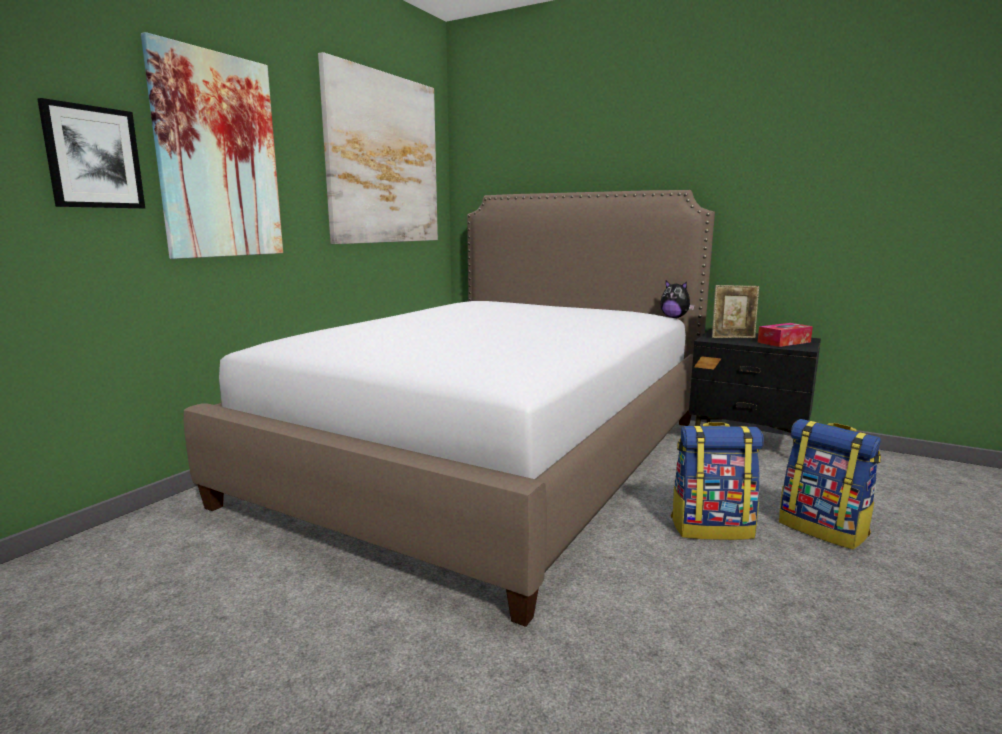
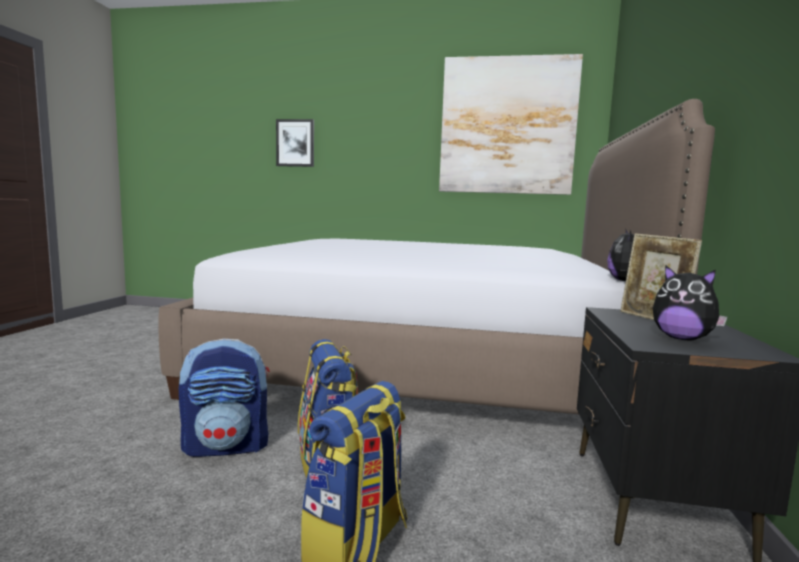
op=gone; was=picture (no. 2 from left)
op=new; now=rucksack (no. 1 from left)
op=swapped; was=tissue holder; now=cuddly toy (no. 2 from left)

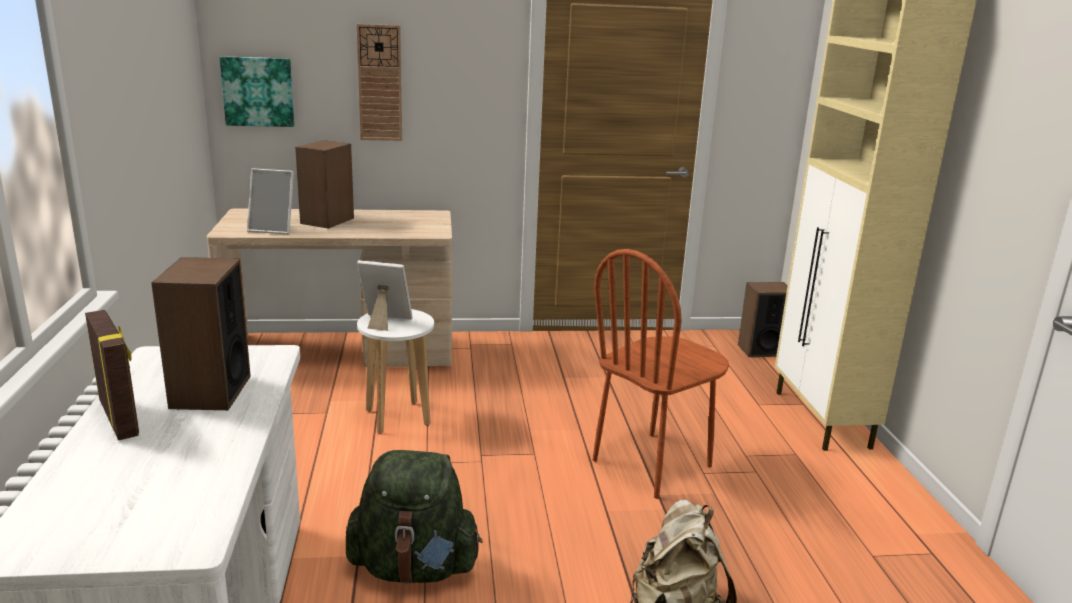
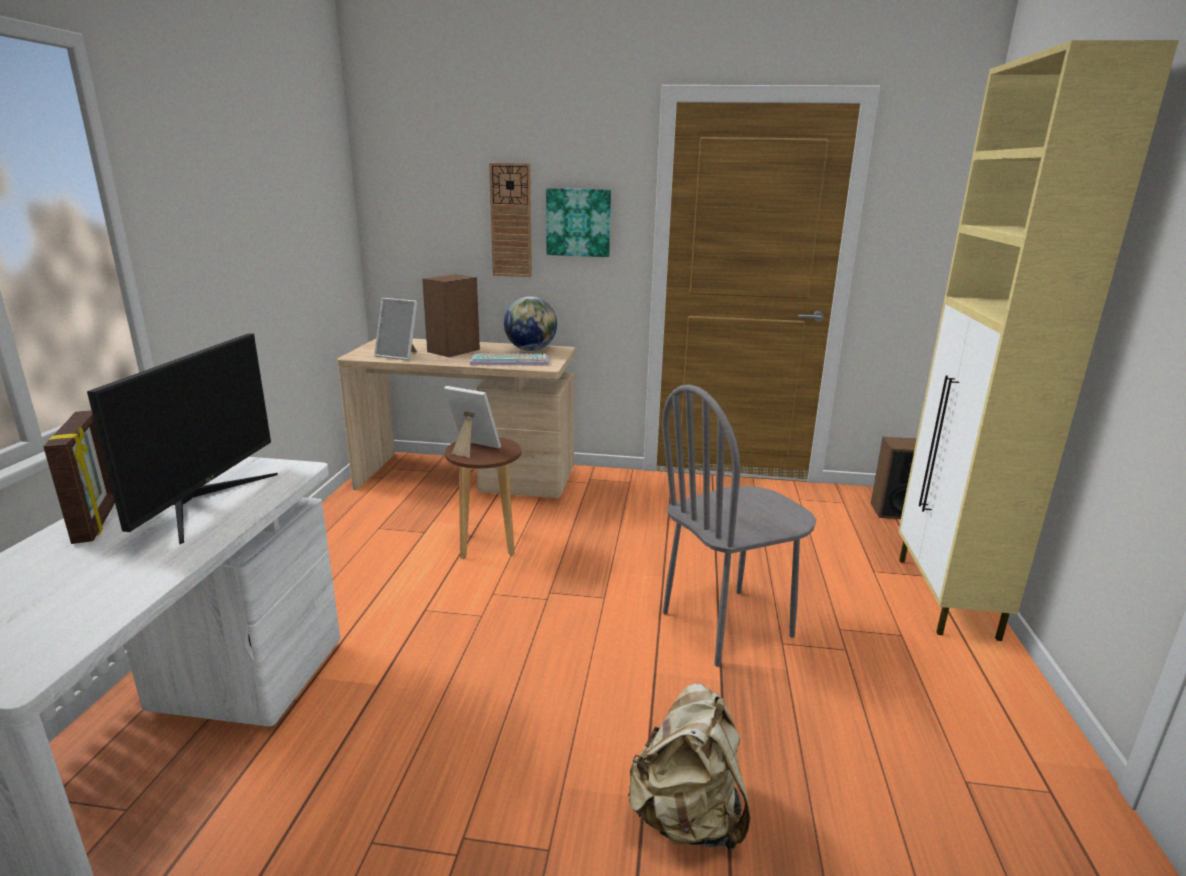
op=gone; was=greenish rucksack
op=new; now=PC keyboard
op=new; now=desk globe
op=shifted; was=picture
op=swapped; was=audio speaker (no. 1 from left); now=monitor
op=repainted; was=white-coloured stool; now=brown-coloured stool
op=repainted; was=brown-coloured plain chair; now=greyish plain chair

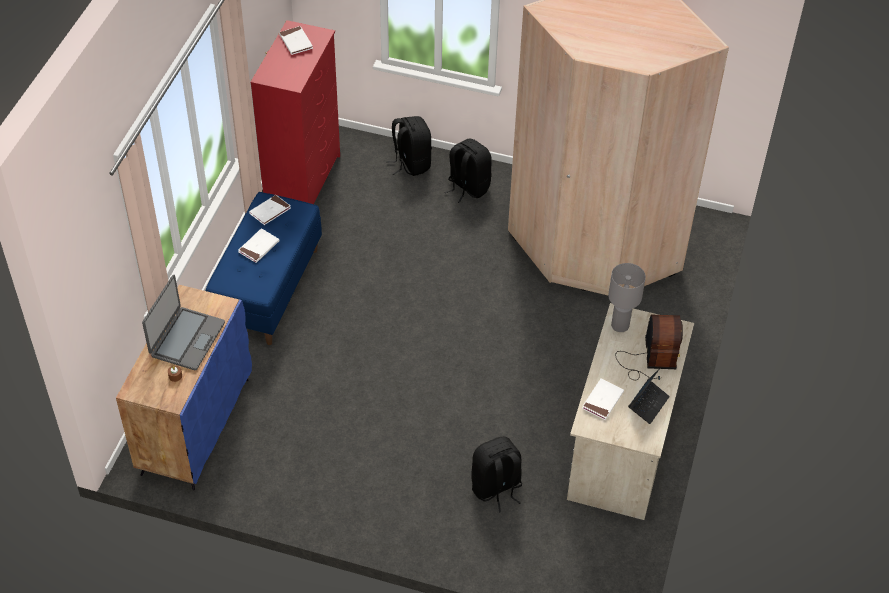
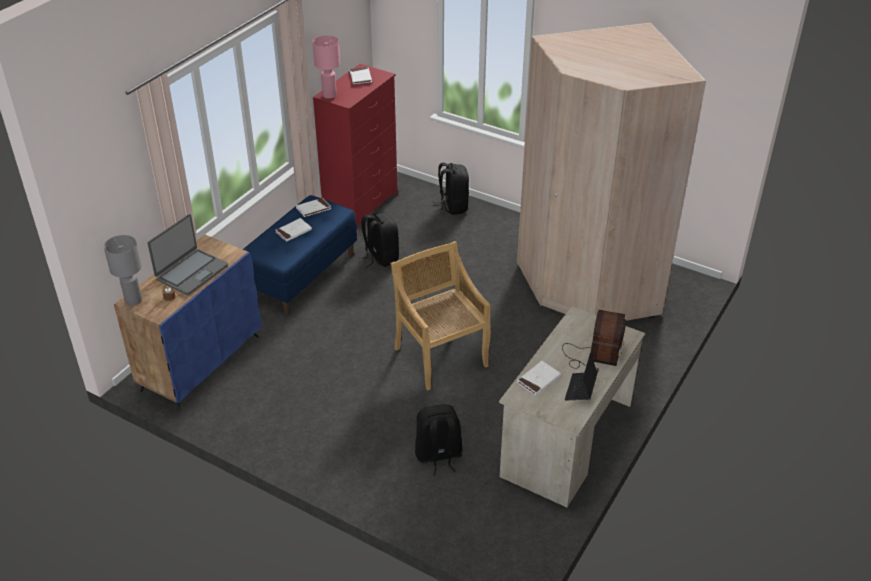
op=new; now=pink-coloured tabletop lamp
op=new; now=beige plain chair
op=shifted; was=black-coloured rucksack (no. 2 from left in the first image); now=black-coloured rucksack (no. 1 from left)
op=shifted; was=greyish tabletop lamp
op=rotated; was=notebook computer (no. 2 from left); clockwise=150

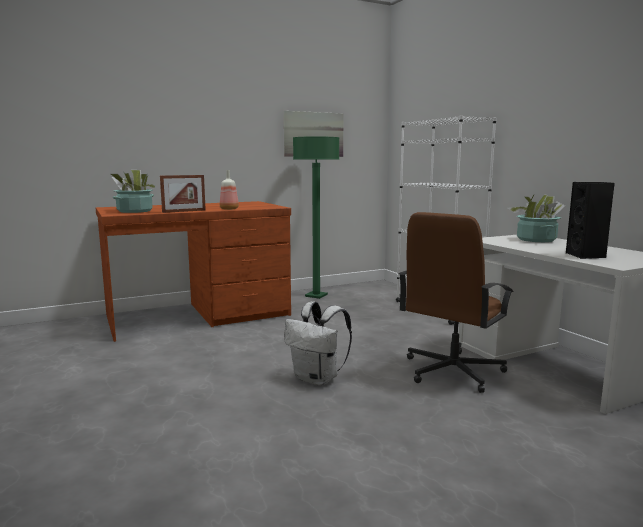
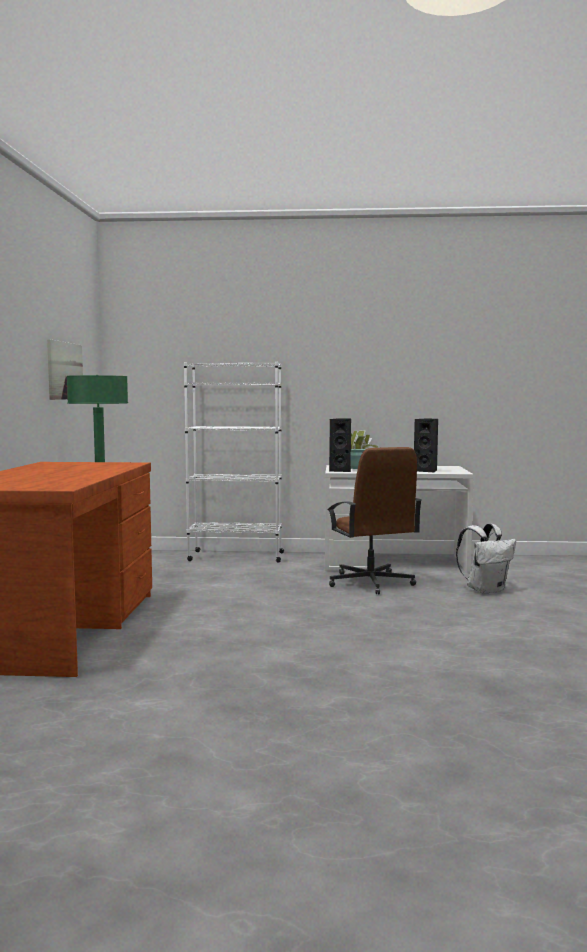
op=gone; was=houseplant (no. 1 from left)
op=gone; was=standing frame
op=gone; was=drink bottle
op=new; now=black-coloured audio speaker (no. 1 from left)
op=shifted; was=white-coloured rucksack

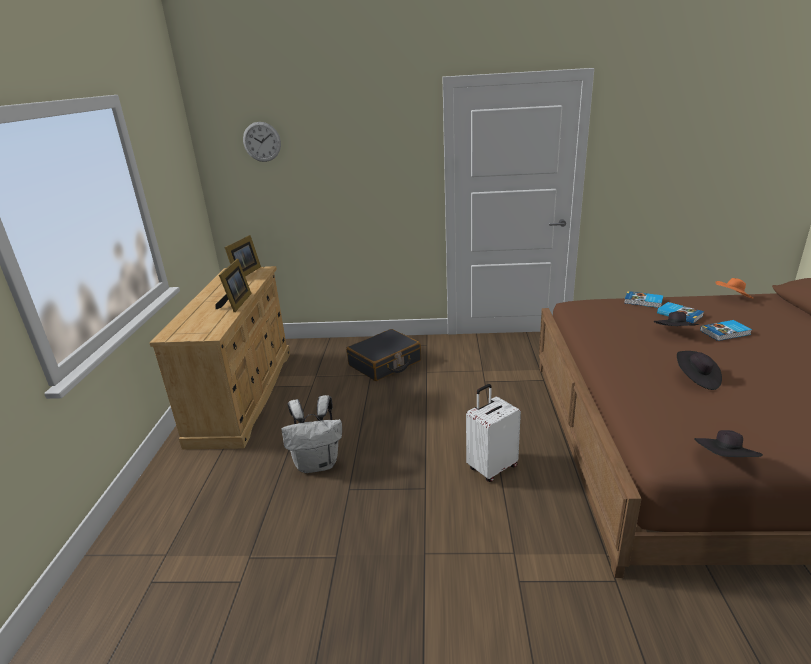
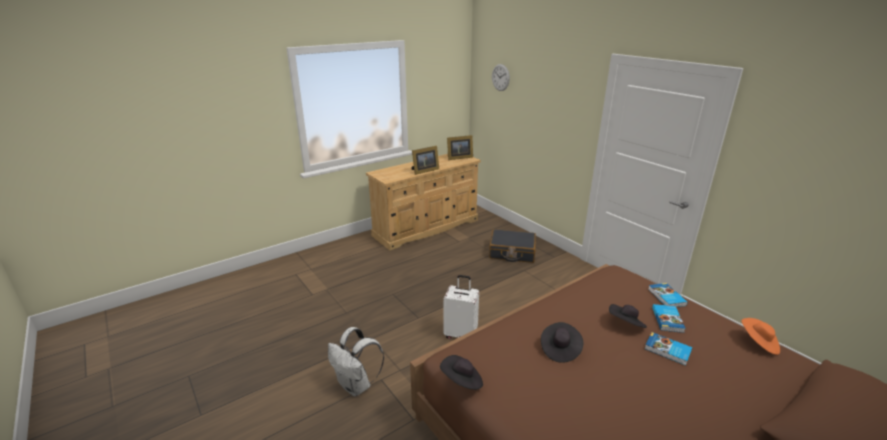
op=shifted; was=white-coloured rucksack

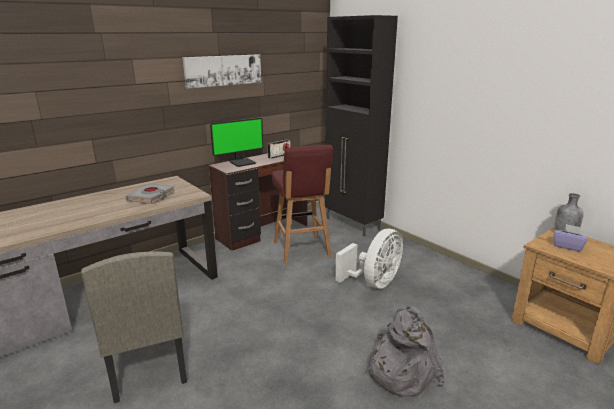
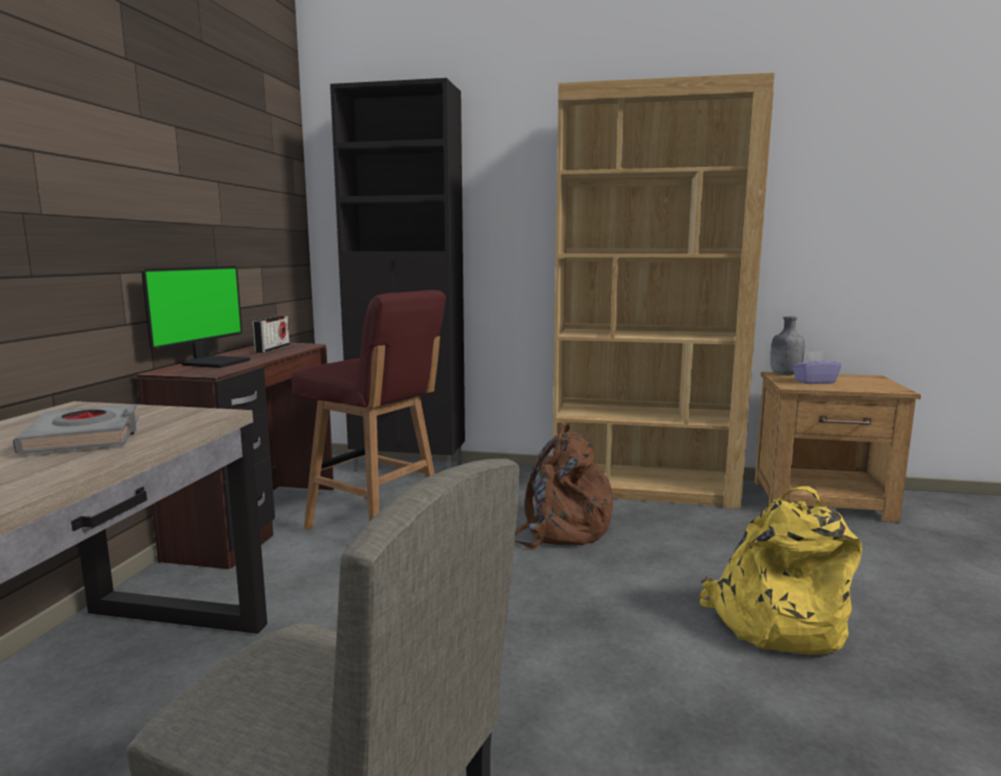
op=gone; was=picture
op=new; now=brown-coloured bookcase
op=swapped; was=white-coloured electric fan; now=brown-coloured rucksack
op=repainted; was=greyish rucksack; now=yellow-coloured rucksack

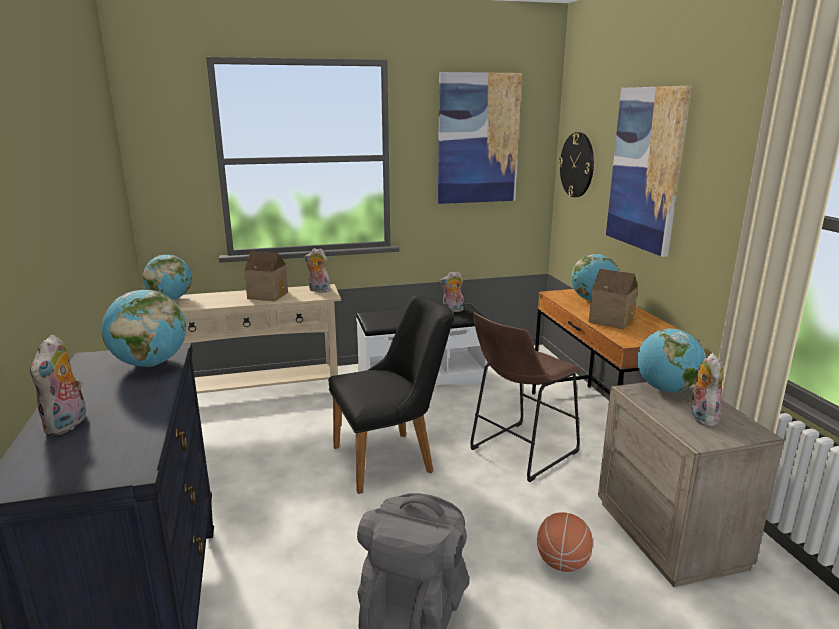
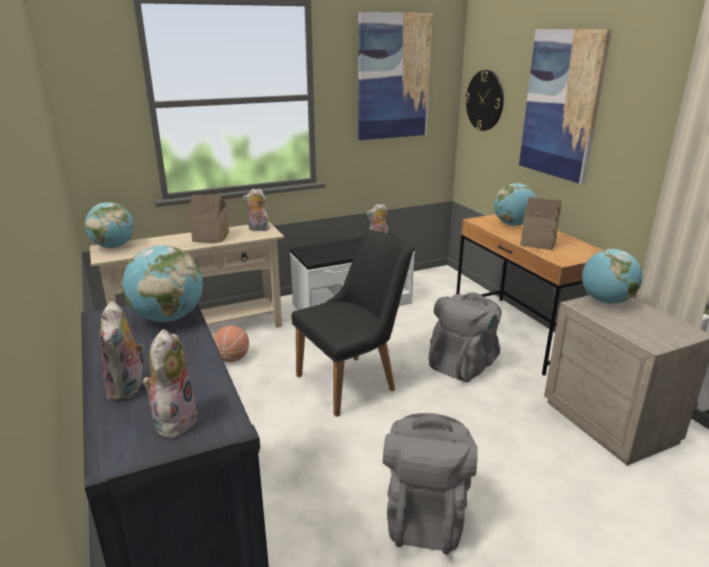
op=shifted; was=basketball
op=shifted; was=cuddly toy (no. 4 from left in the first image); now=cuddly toy (no. 2 from left)
op=swapped; was=brown-coloured stool; now=greyish rucksack (no. 2 from left)

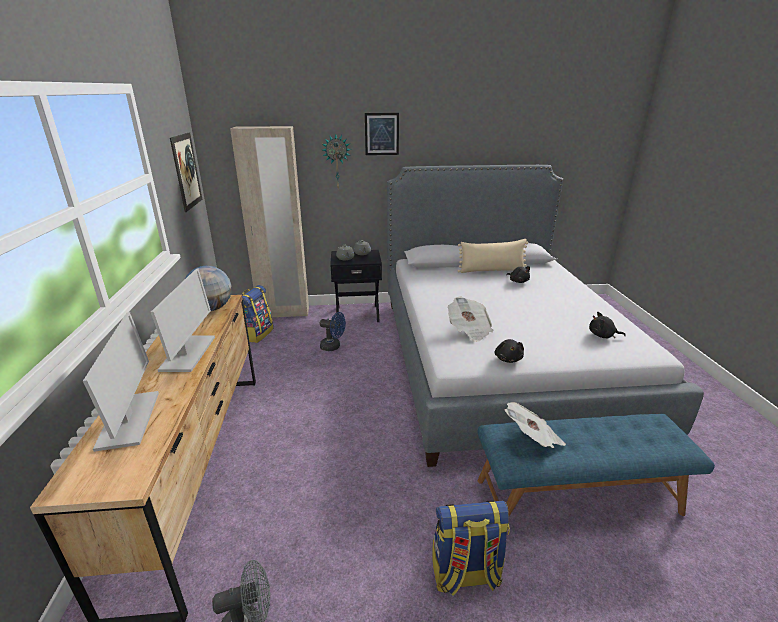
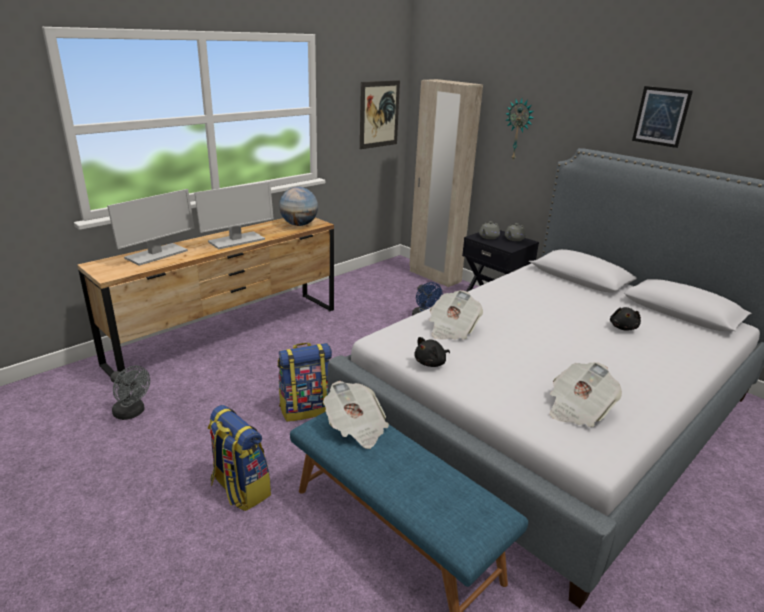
op=gone; was=beige throw pillow
op=shifted; was=rucksack (no. 1 from left in the first image); now=rucksack (no. 2 from left)
op=shifted; was=picture (no. 2 from left)
op=swapped; was=black-coloured cuddly toy (no. 3 from left); now=printed paper (no. 3 from left)

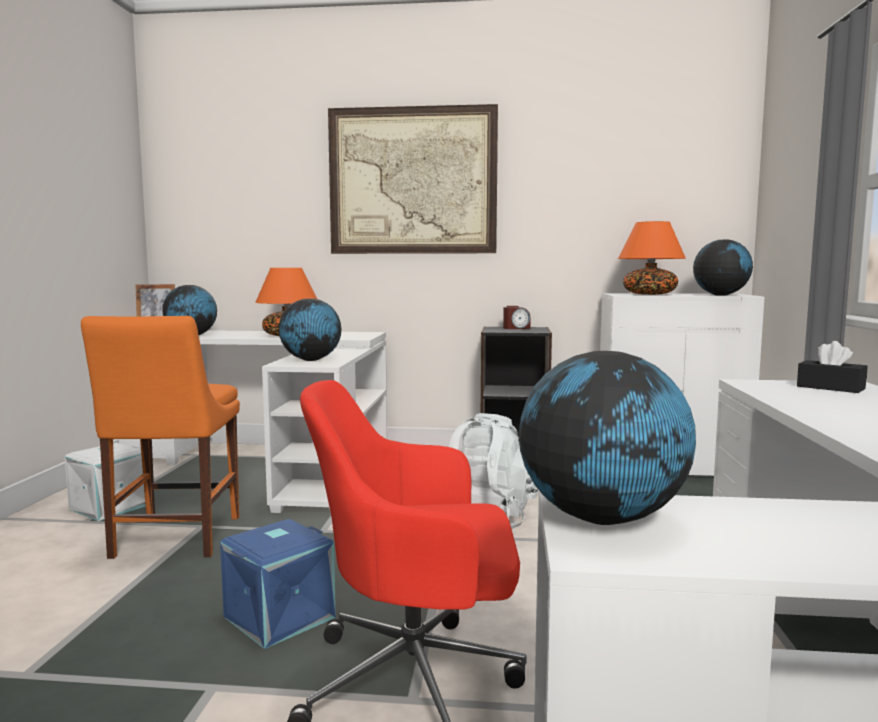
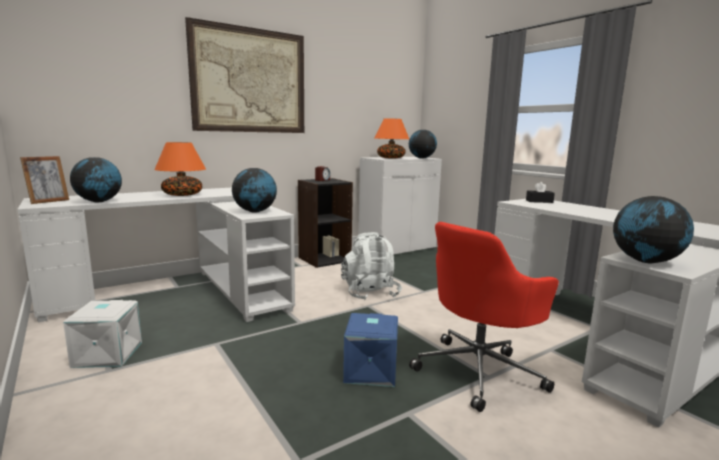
op=gone; was=orange-coloured plain chair

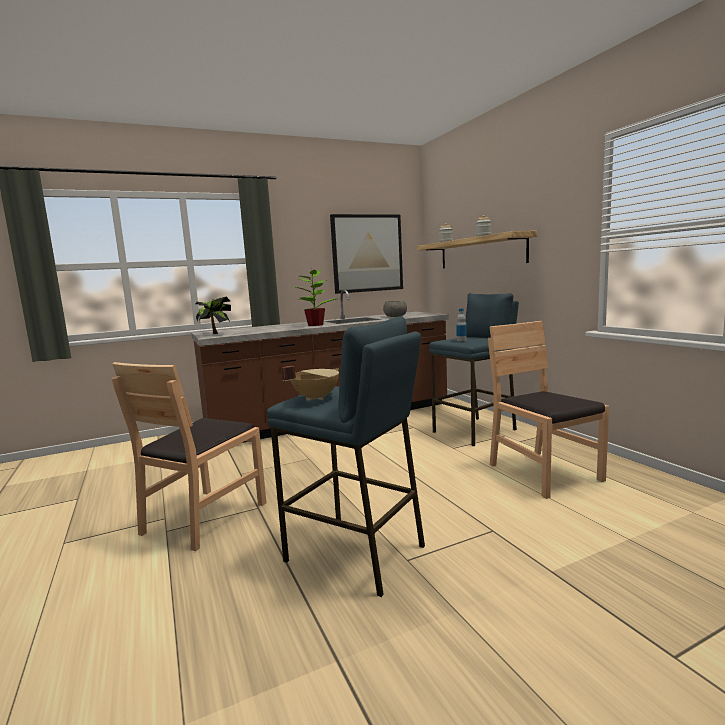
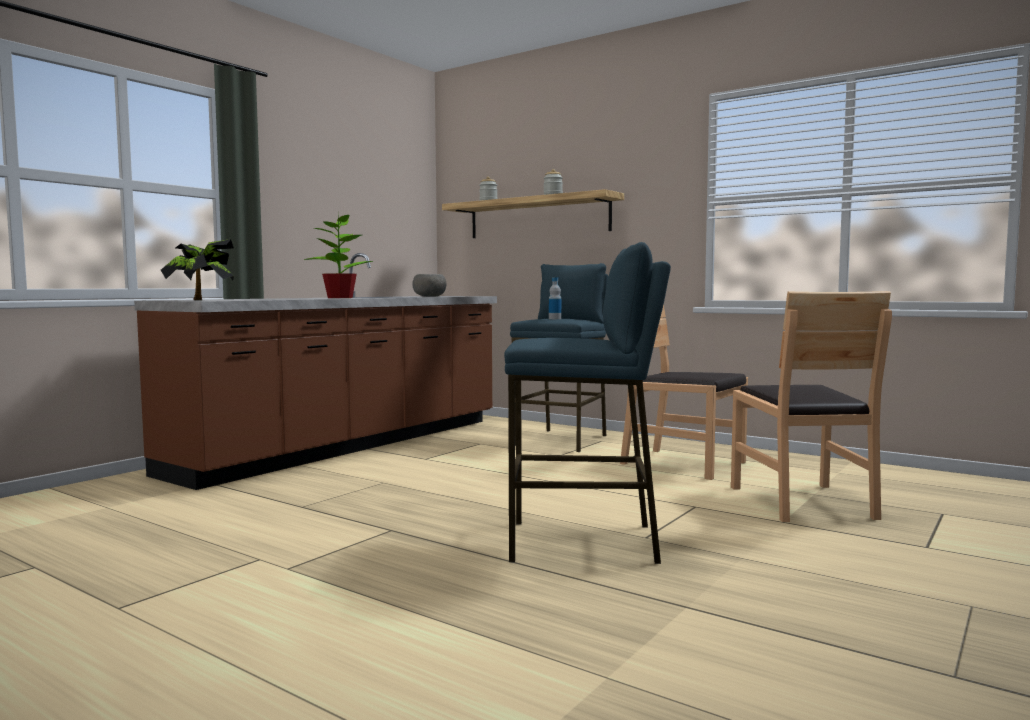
op=gone; was=beige cooking pot
op=gone; was=picture
op=shifted; was=brown-coloured plain chair (no. 1 from left in the first image); now=brown-coloured plain chair (no. 2 from left)

